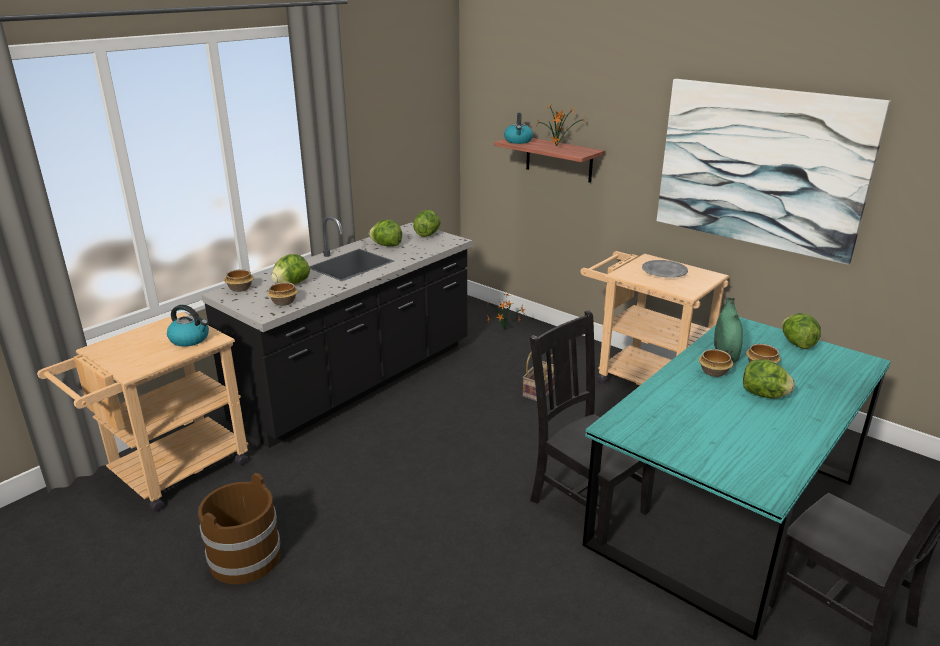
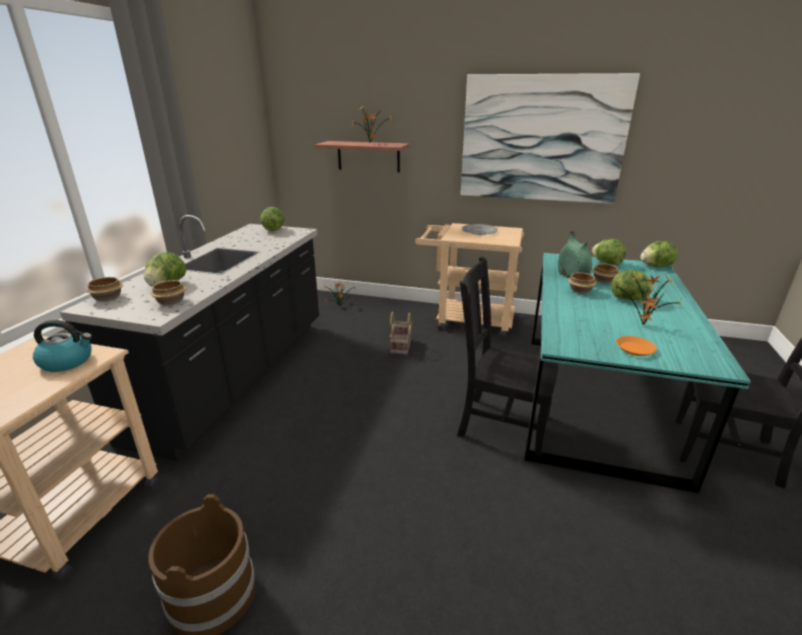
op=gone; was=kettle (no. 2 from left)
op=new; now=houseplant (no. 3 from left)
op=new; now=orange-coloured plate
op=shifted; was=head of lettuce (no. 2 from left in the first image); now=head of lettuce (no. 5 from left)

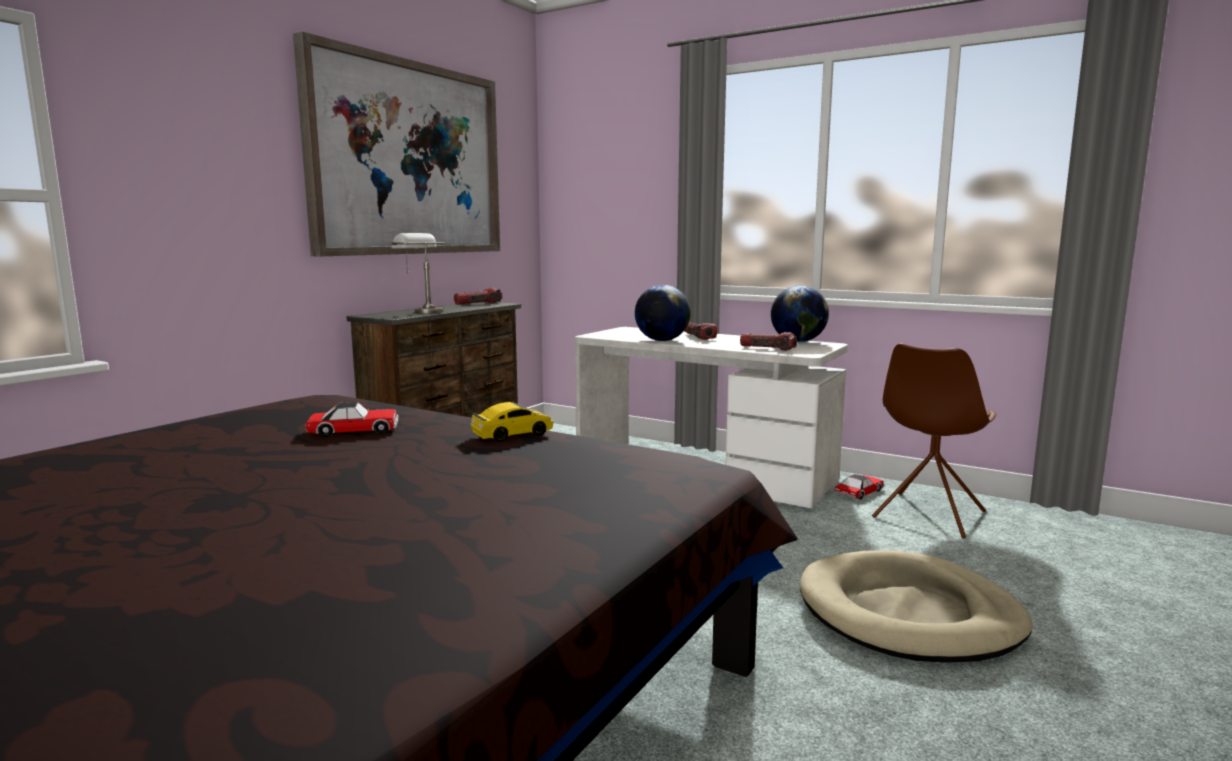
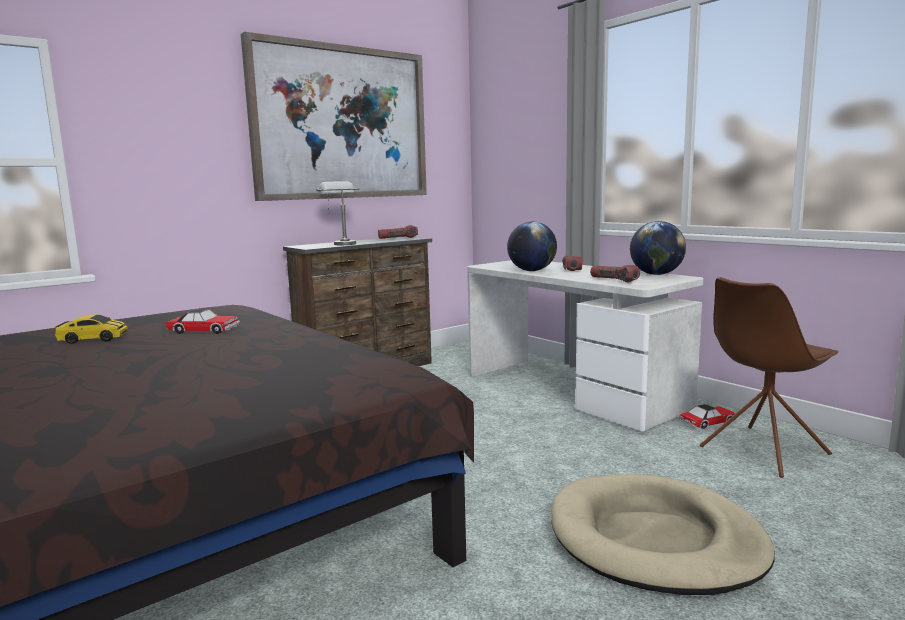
op=shifted; was=toy car (no. 2 from left in the first image); now=toy car (no. 1 from left)

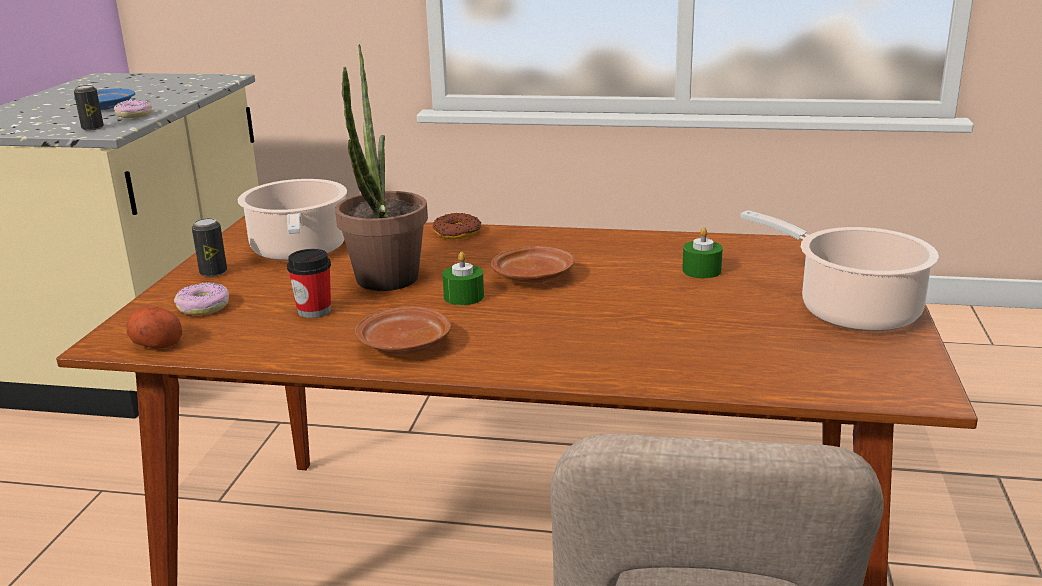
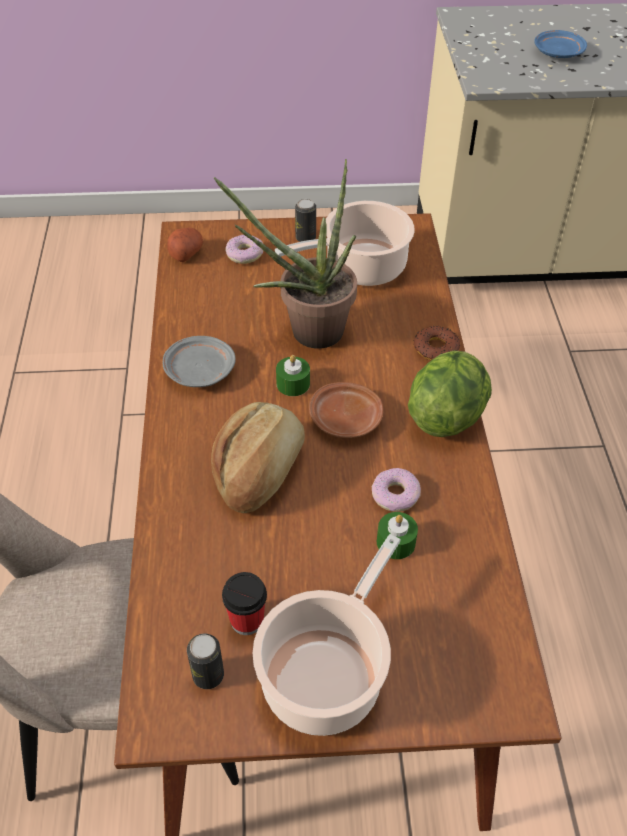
op=new; now=bakery bread
op=new; now=head of lettuce
op=shifted; was=metal can (no. 1 from left)
op=shifted; was=ring doughnut (no. 1 from left in the first image); now=ring doughnut (no. 2 from left)
op=shifted; was=cup
op=repainted; was=brown-coloured plate (no. 1 from left); now=greyish plate

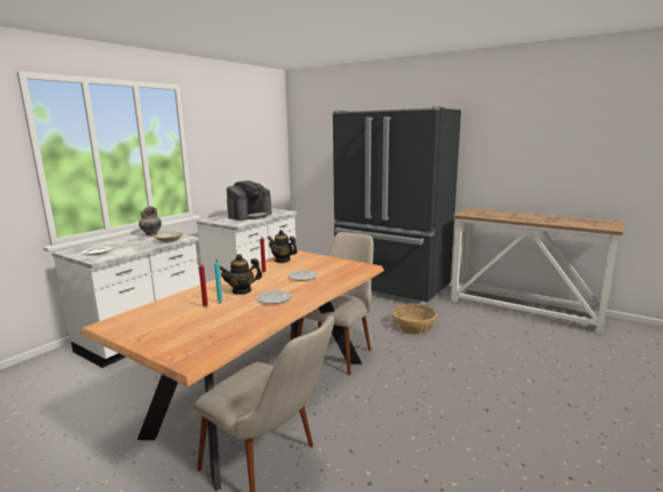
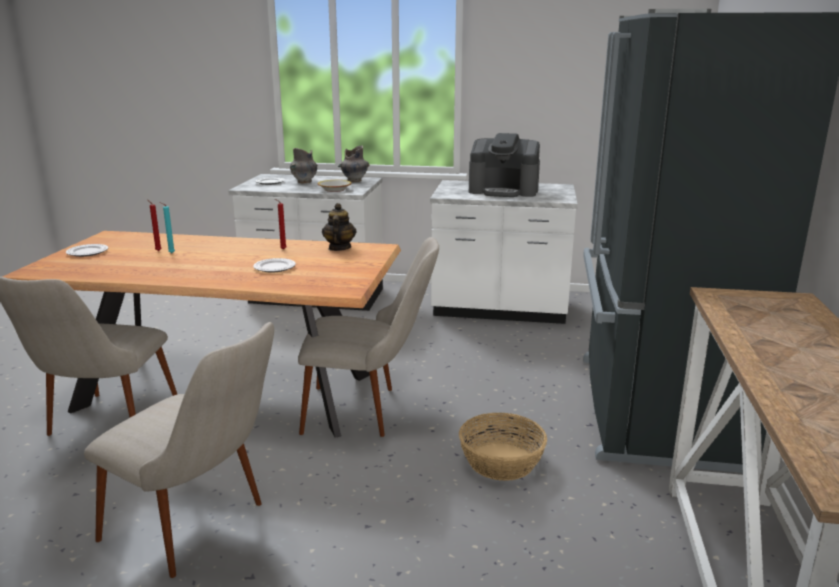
op=gone; was=pot for tea (no. 1 from left)
op=new; now=beige plain chair (no. 2 from left)
op=new; now=greyish vase (no. 1 from left)
op=shifted; was=plate (no. 2 from left in the first image); now=plate (no. 1 from left)

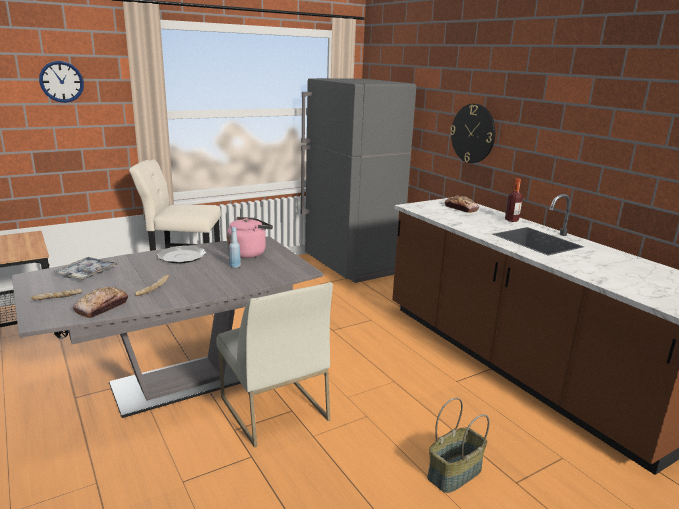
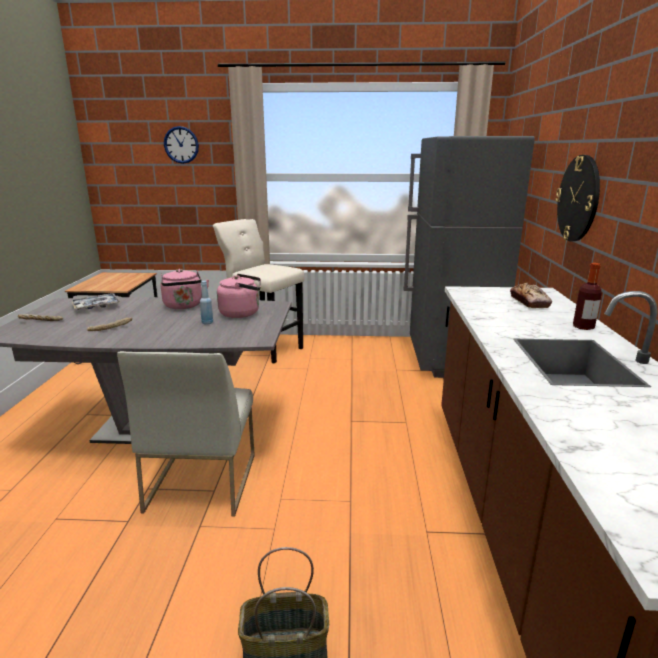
op=gone; was=bakery bread (no. 2 from left)
op=swapped; was=plate; now=pink-coloured kettle (no. 1 from left)

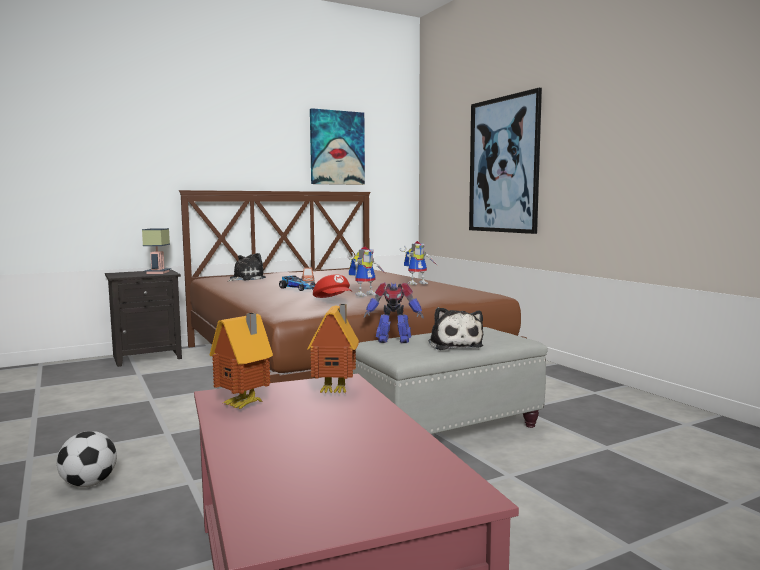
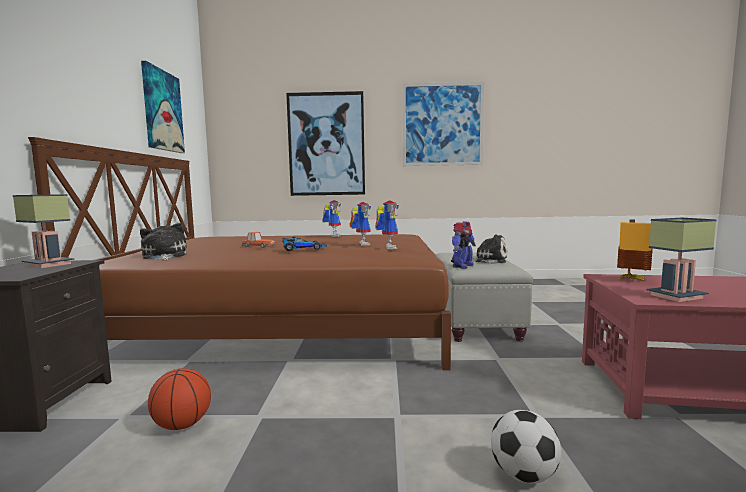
op=new; now=basketball
op=new; now=picture (no. 3 from left)
op=swapped; was=toy house (no. 1 from left); now=tabletop lamp (no. 2 from left)
op=swapped; was=red baseball cap; now=model robot (no. 3 from left)

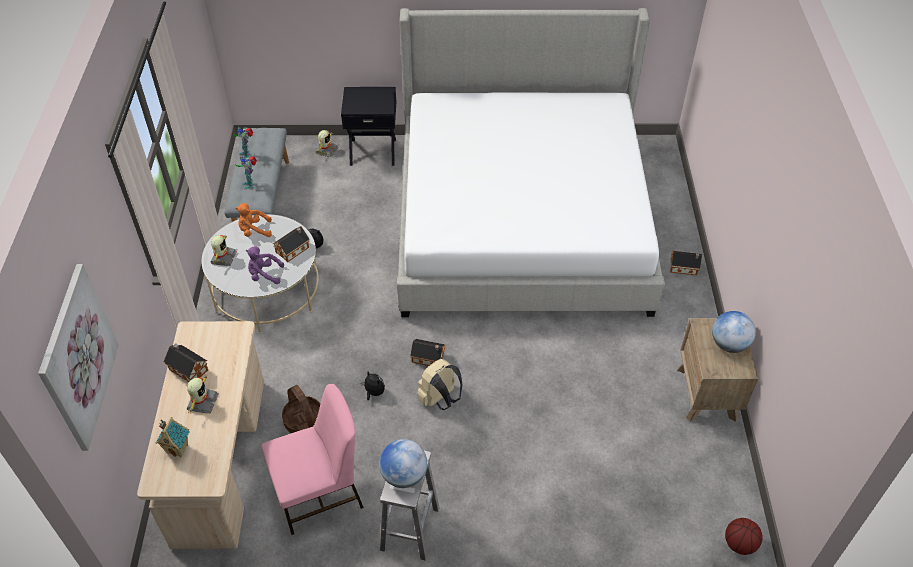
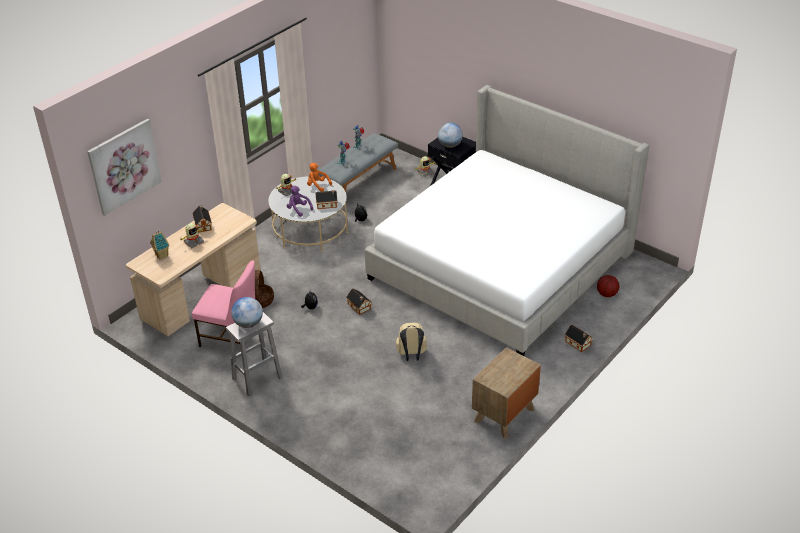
op=shifted; was=beige rucksack
op=shifted; was=desk globe (no. 2 from left)
op=shifted; was=basketball

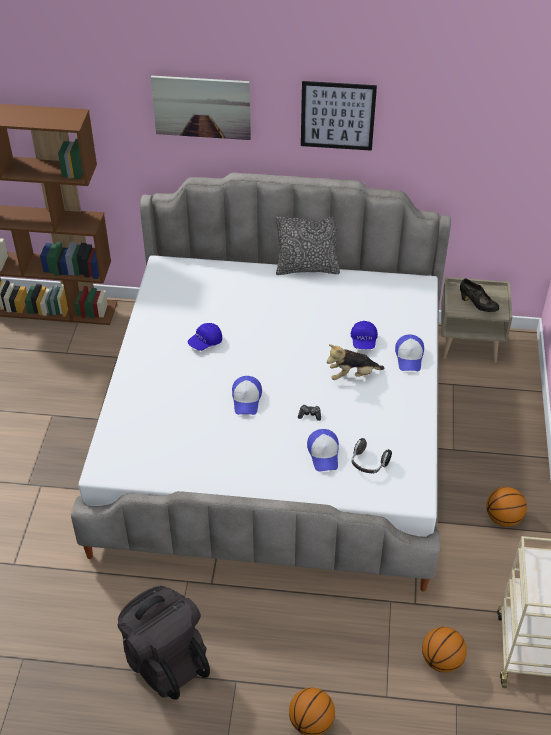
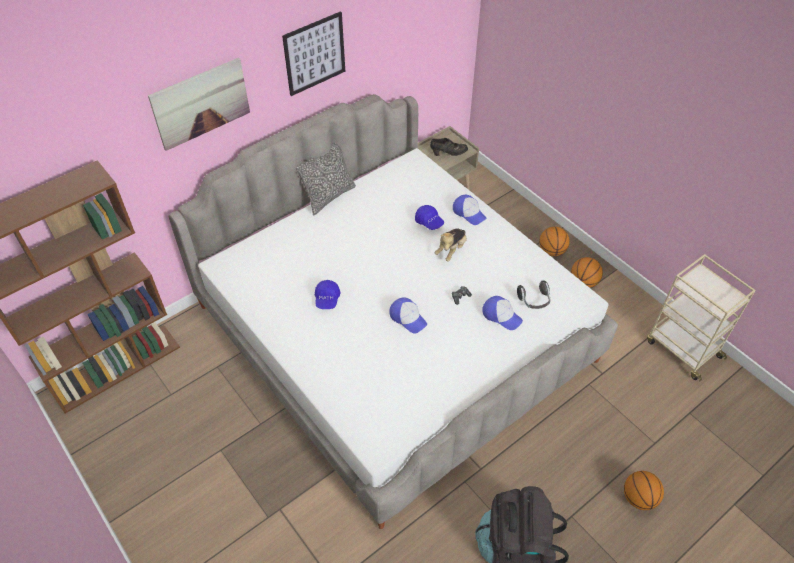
op=shifted; was=basketball (no. 2 from left in the first image); now=basketball (no. 1 from left)

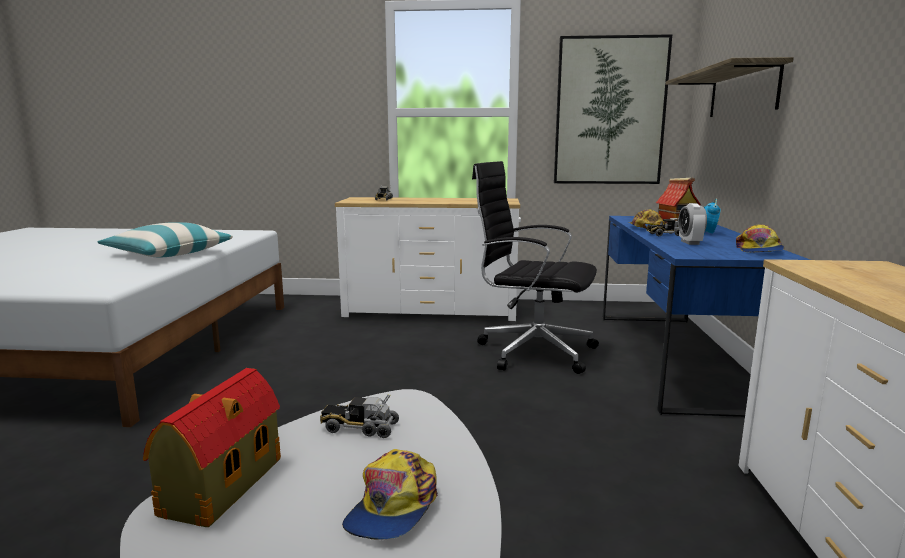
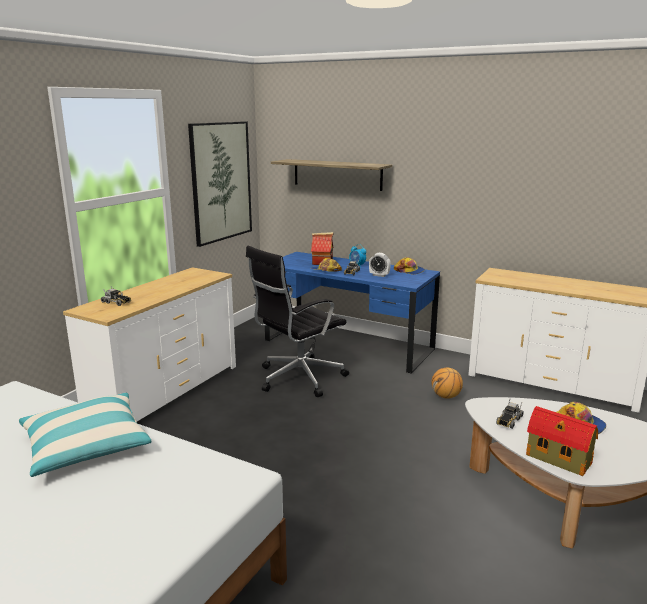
op=new; now=basketball

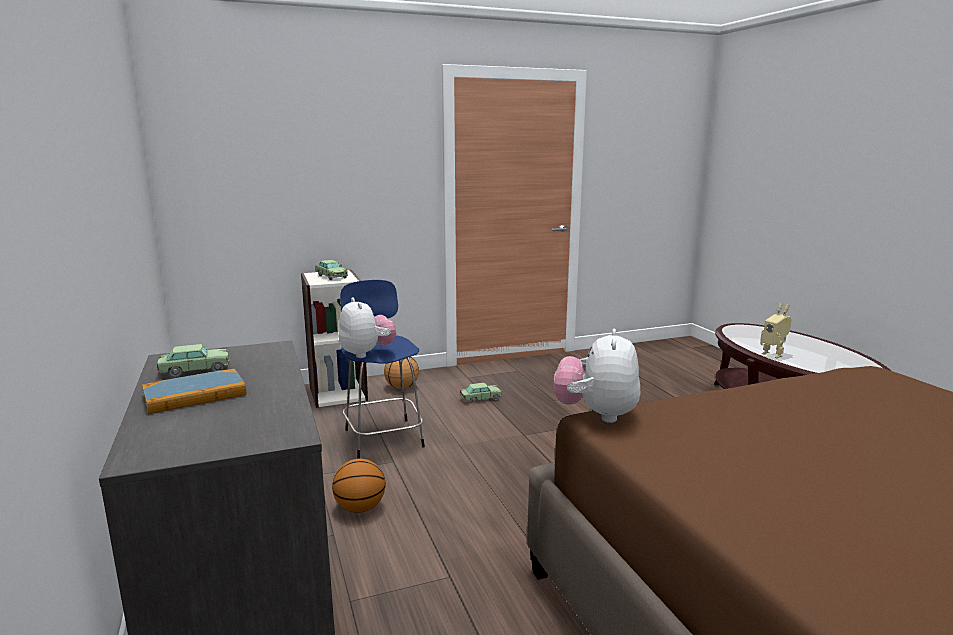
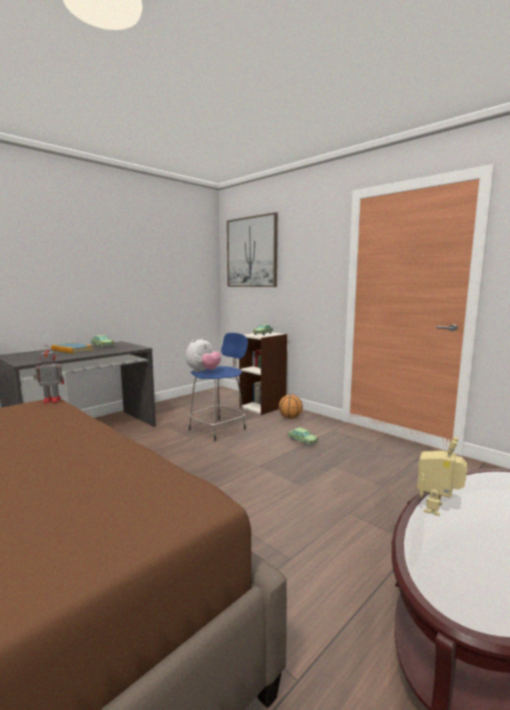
op=gone; was=basketball (no. 1 from left)
op=new; now=picture
op=swapped; was=cuddly toy (no. 2 from left); now=model robot (no. 1 from left)

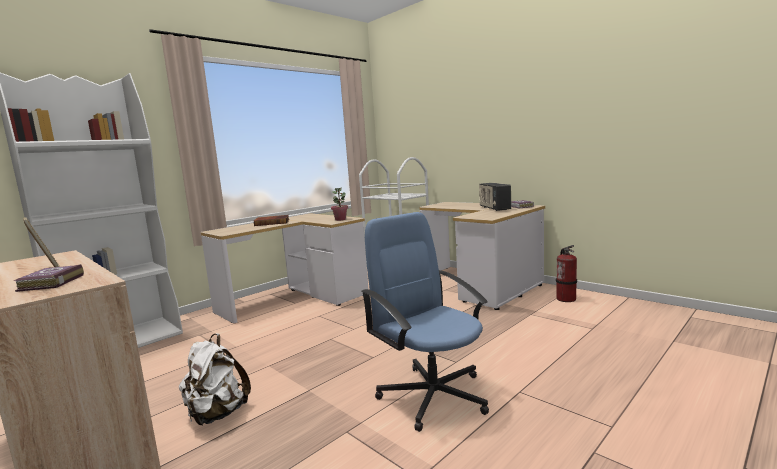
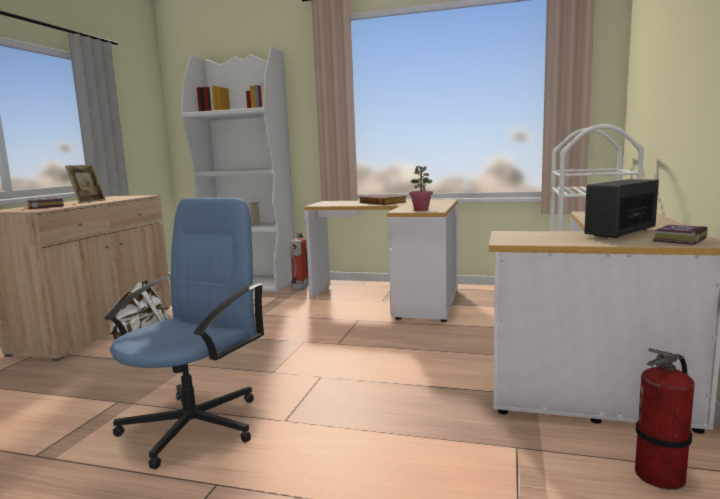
op=new; now=extinguisher (no. 1 from left)

